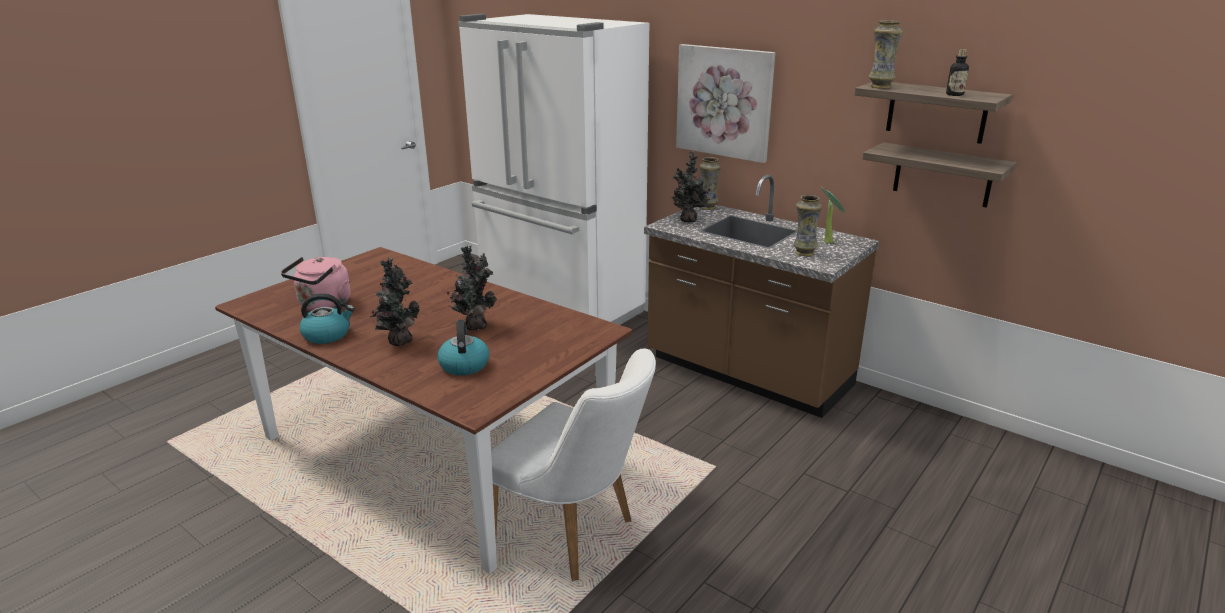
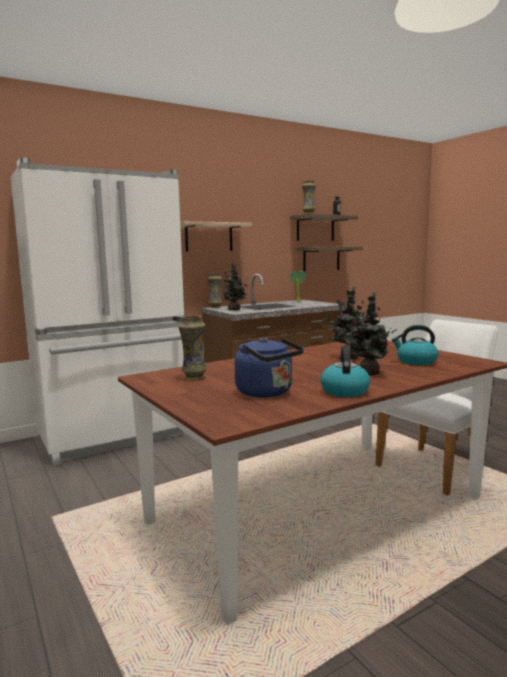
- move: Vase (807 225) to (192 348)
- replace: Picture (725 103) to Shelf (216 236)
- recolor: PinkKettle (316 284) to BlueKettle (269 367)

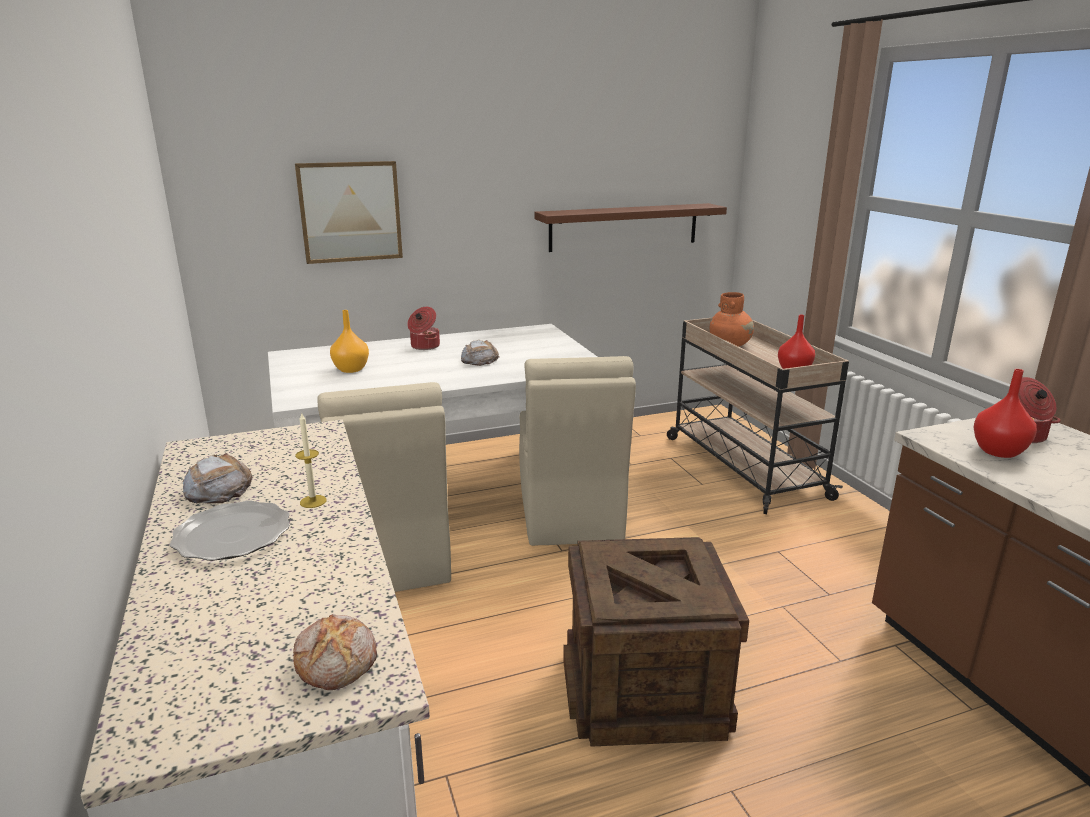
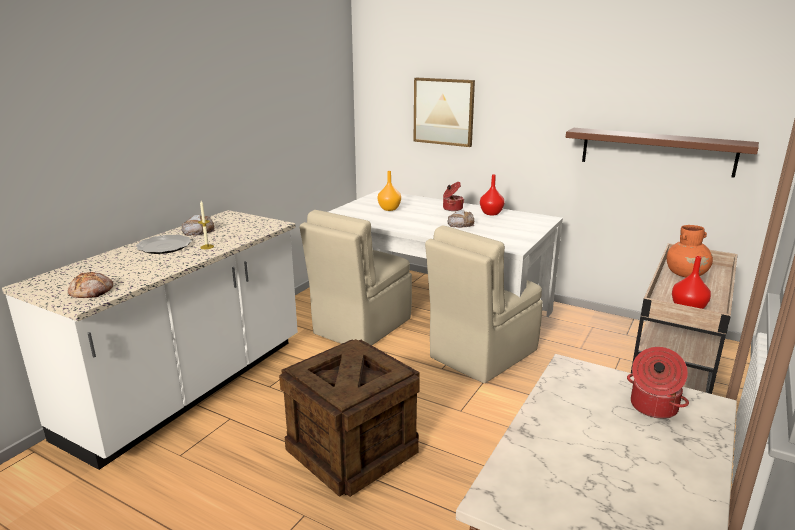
- move: RedVase (1005 413) to (492 194)

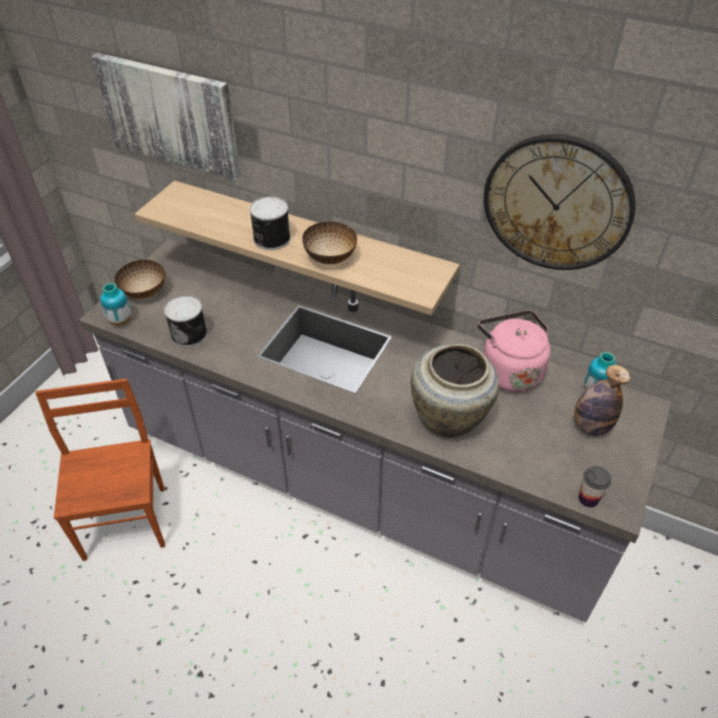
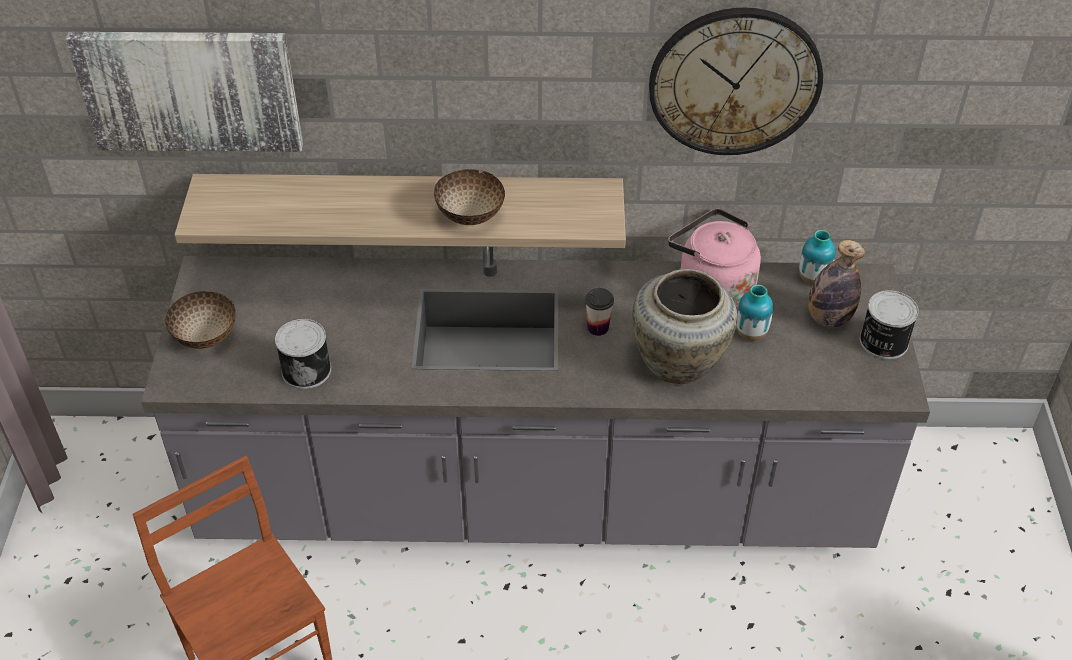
- move: Vase (115 304) to (754 312)
- move: Can (270 223) to (889 324)
- move: Cup (595 486) to (599 312)

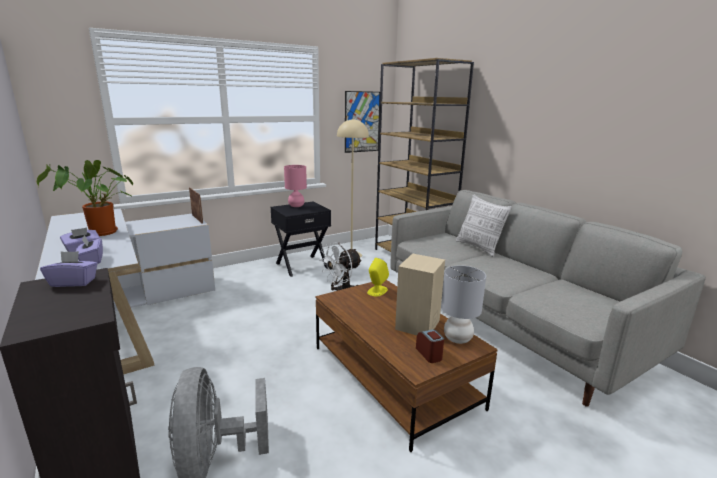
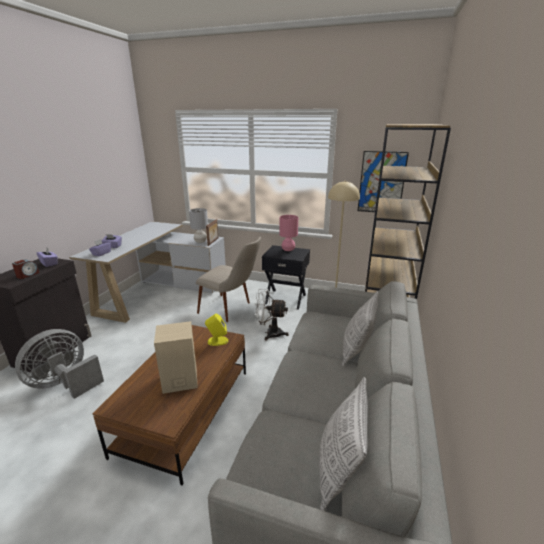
- delete: PottedPlant (86 198)
- insert: BeigeChair (228 279)
- insert: Pillow (343 444)
- move: AlarmClock (430 346) to (25 269)
- move: GreyTableLamp (463 305) to (198 225)

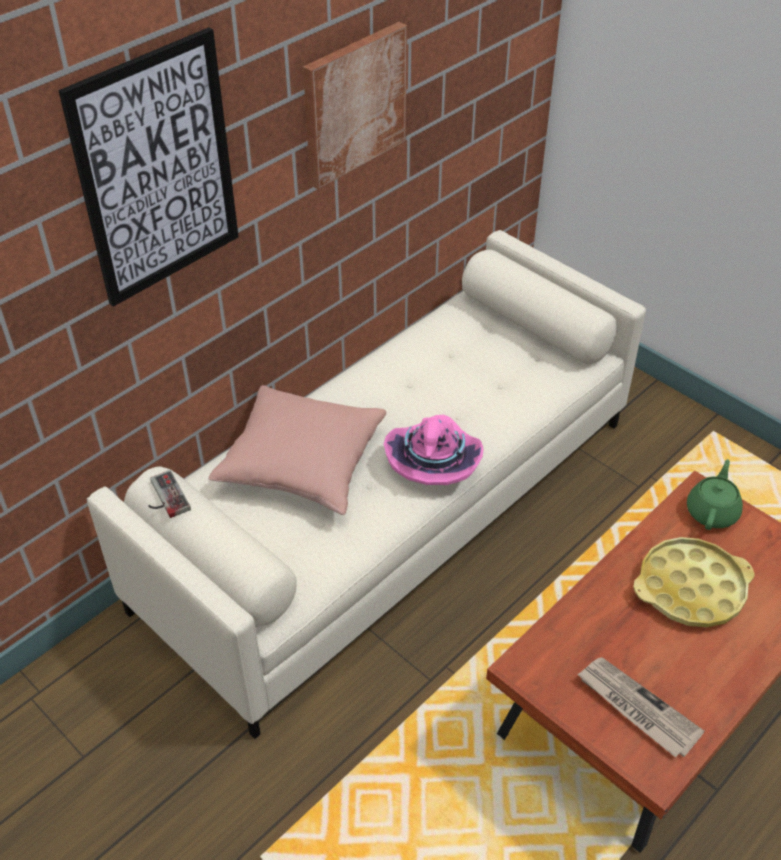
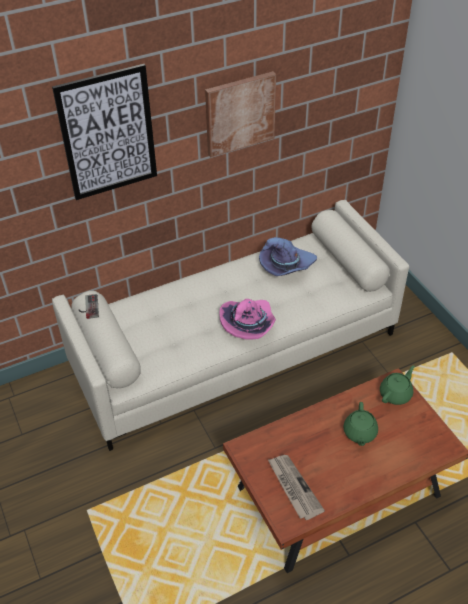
- delete: PinkPillow (297 450)
- insert: PurpleHat (288 256)
- replace: YellowTray (694 582) to GreenTeapot (360 424)

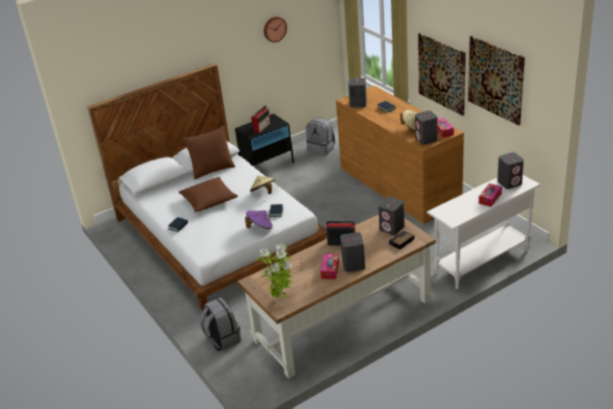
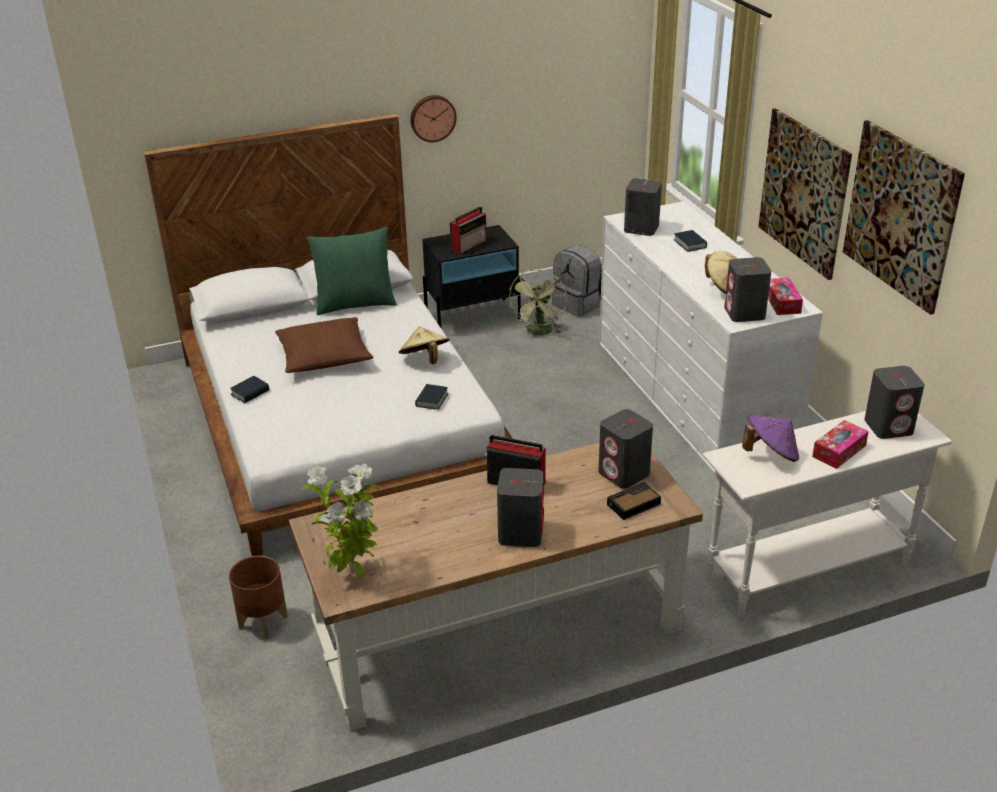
- delete: TissueBox (329 266)
- insert: GreenFan (538 302)
- move: PurpleHat (259 220) to (770 438)
- move: WallClock (275 29) to (433 118)
- replace: GreyBackpack (220 324) to BrownPlanter (258 597)
- recolor: BrownPillow (209 153) to GreenPillow (352 271)
- recolor: BrownDresser (400 155) to WhiteDresser (711 337)

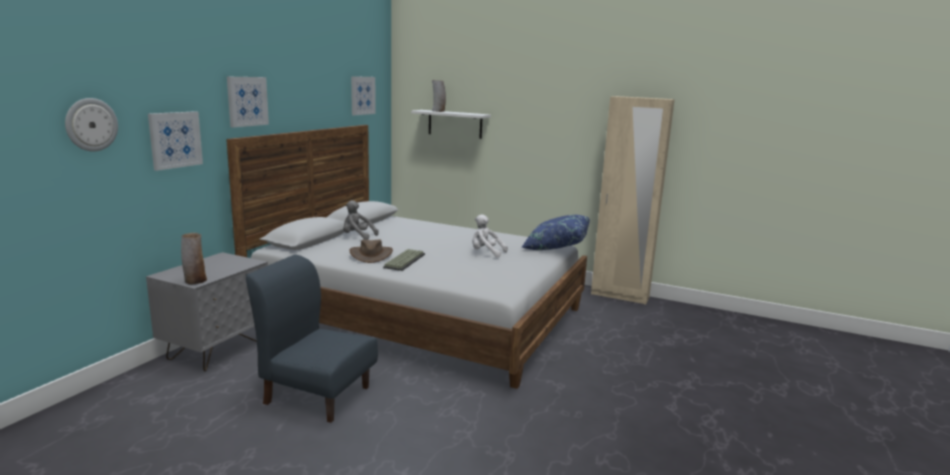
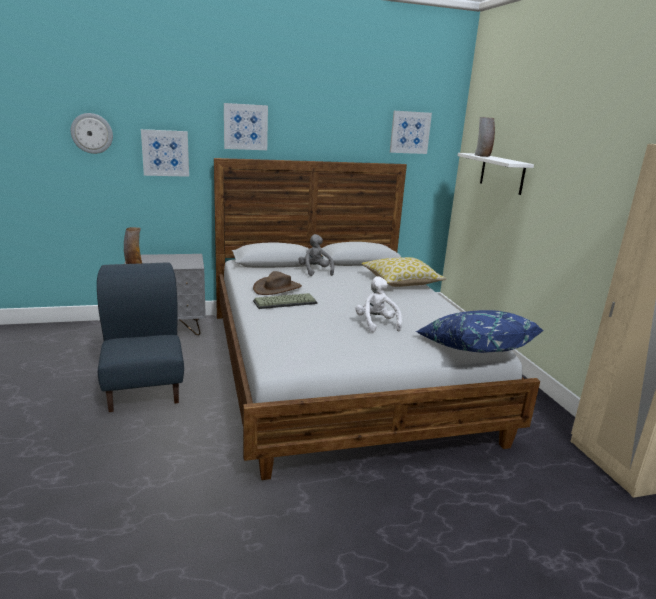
- insert: Pillow (403 272)

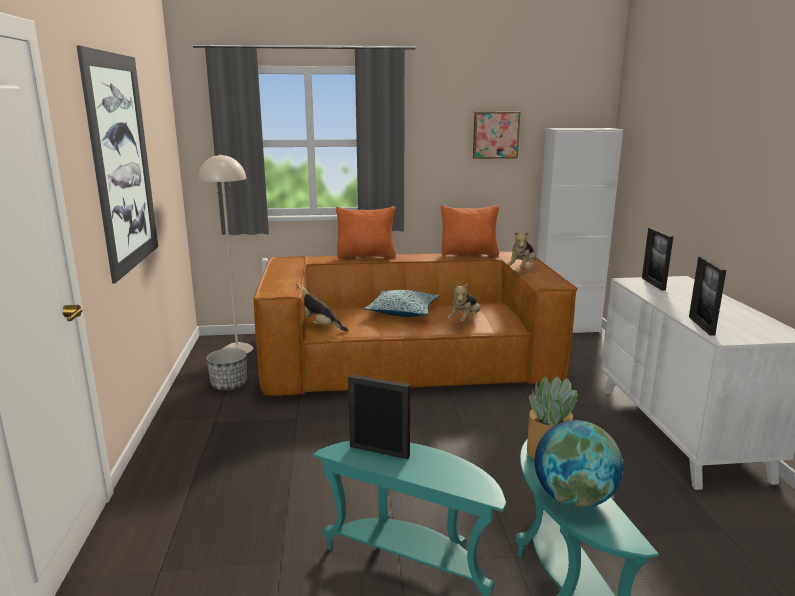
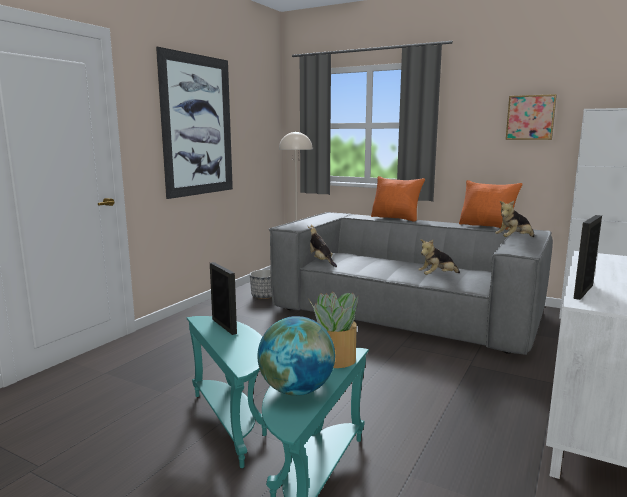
- delete: Pillow (402 303)
- delete: PictureFrame (657 259)
- recolor: BrownSofa (415 324) to GreySofa (411 283)

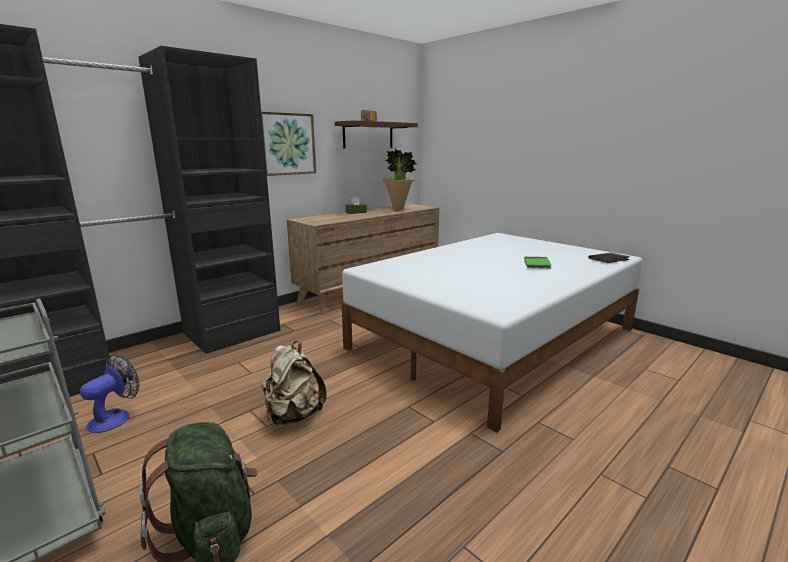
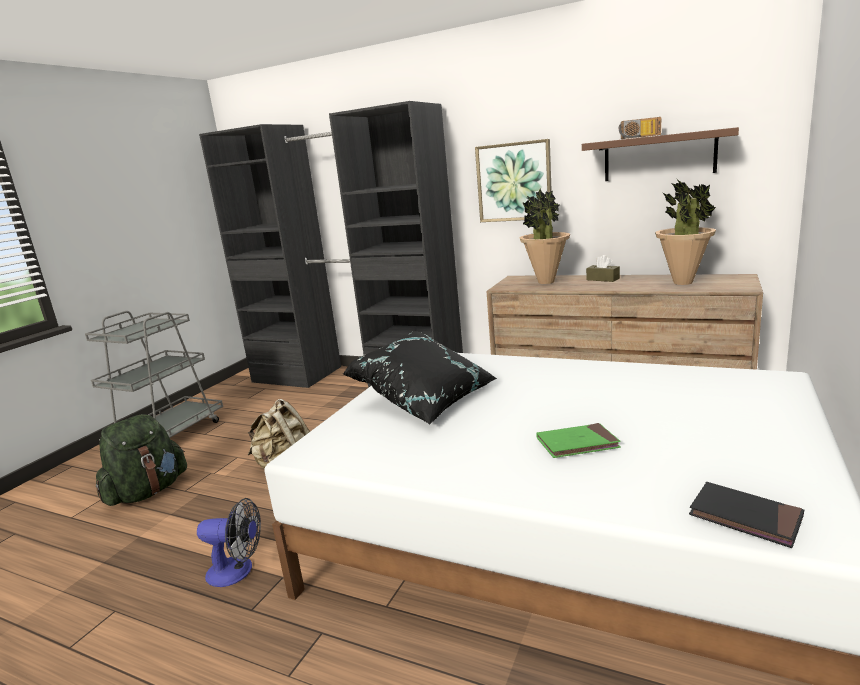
- insert: BlackPillow (420 378)
- insert: PottedPlant (544 236)
- move: Fan (109 394) to (229 542)

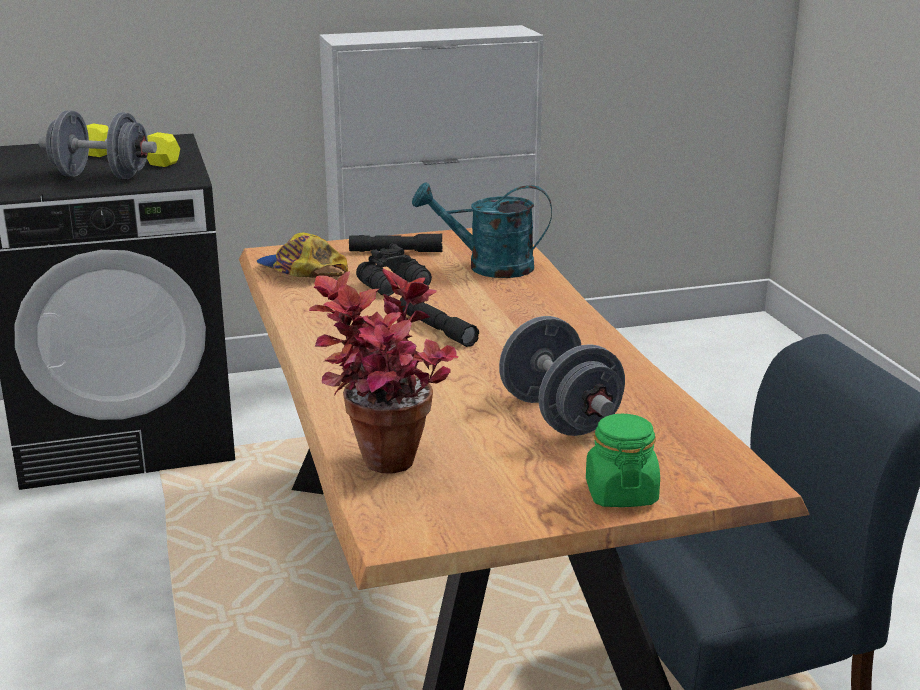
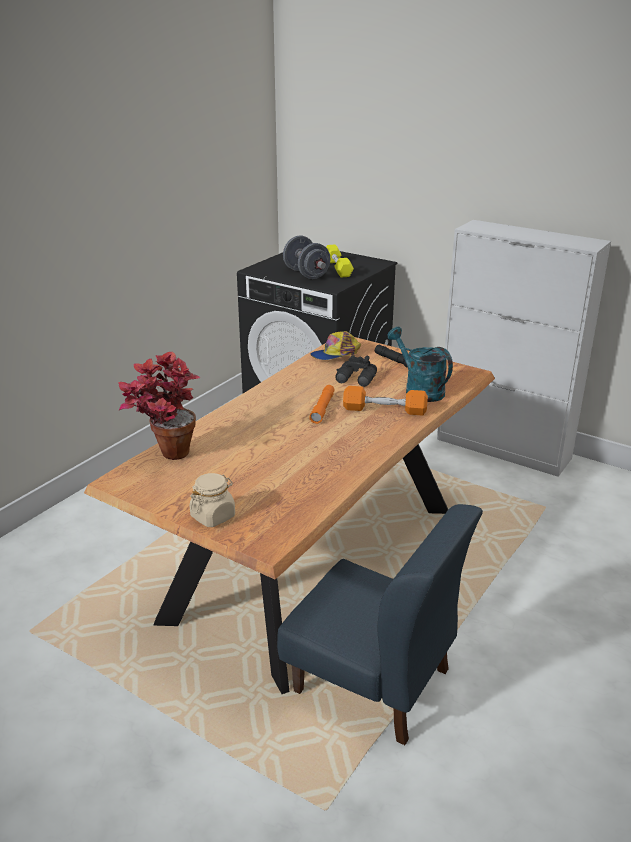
- delete: GreyDumbbell (562 376)
- insert: OrangeDumbbell (385 401)
- recolor: BlackFlashlight (439 322) to OrangeFlashlight (321 404)
- recolor: GreenJar (623 460) to BeigeJar (212 500)
- rotate: Cap (302 255) = (336 345) 120 degrees counterclockwise

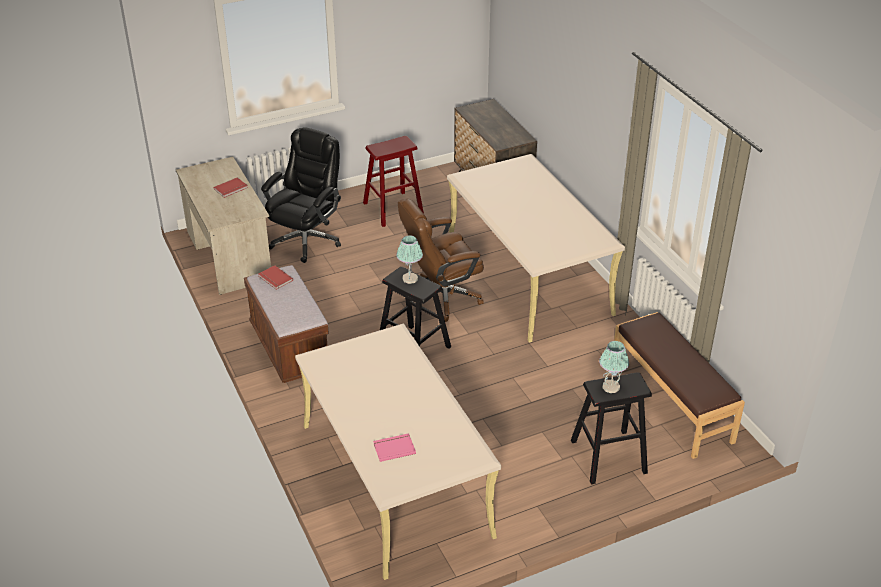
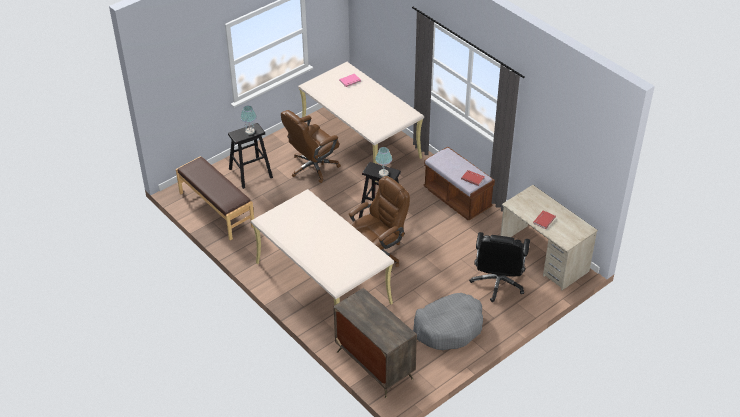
- insert: BrownOfficeChair (311 146)
- replace: RedStool (393 181) to GreyDogBed (448 321)

